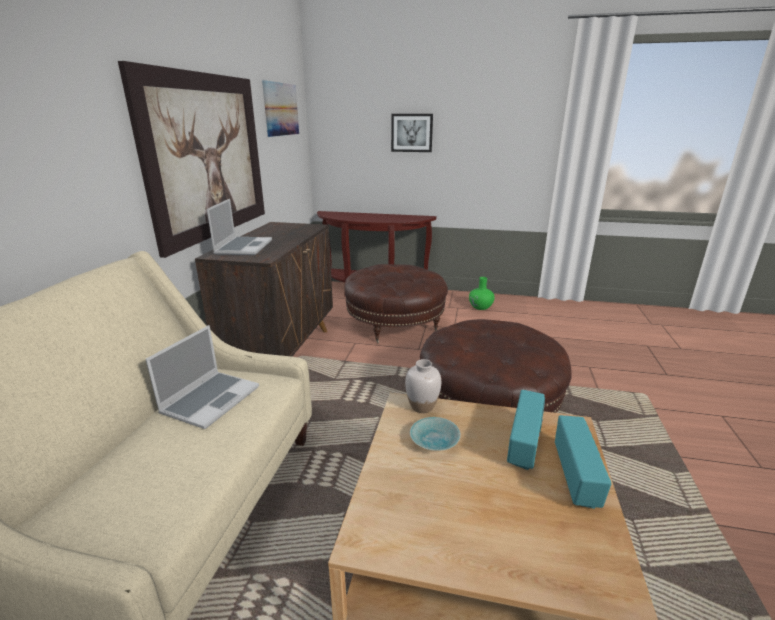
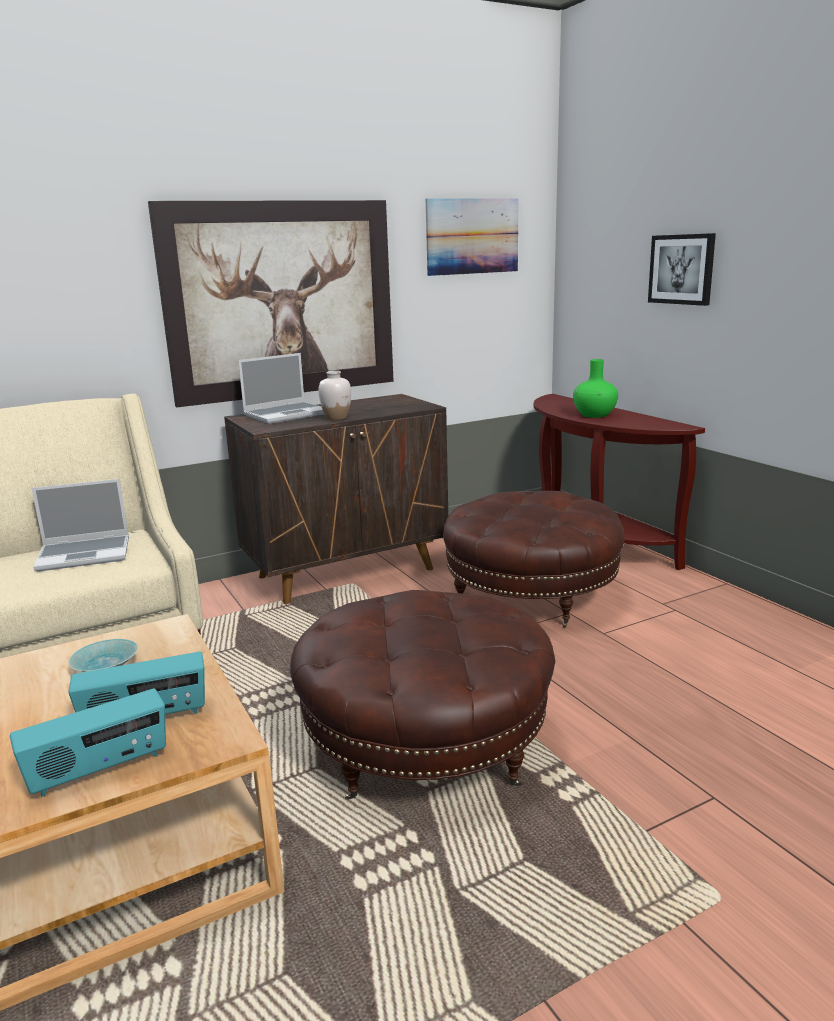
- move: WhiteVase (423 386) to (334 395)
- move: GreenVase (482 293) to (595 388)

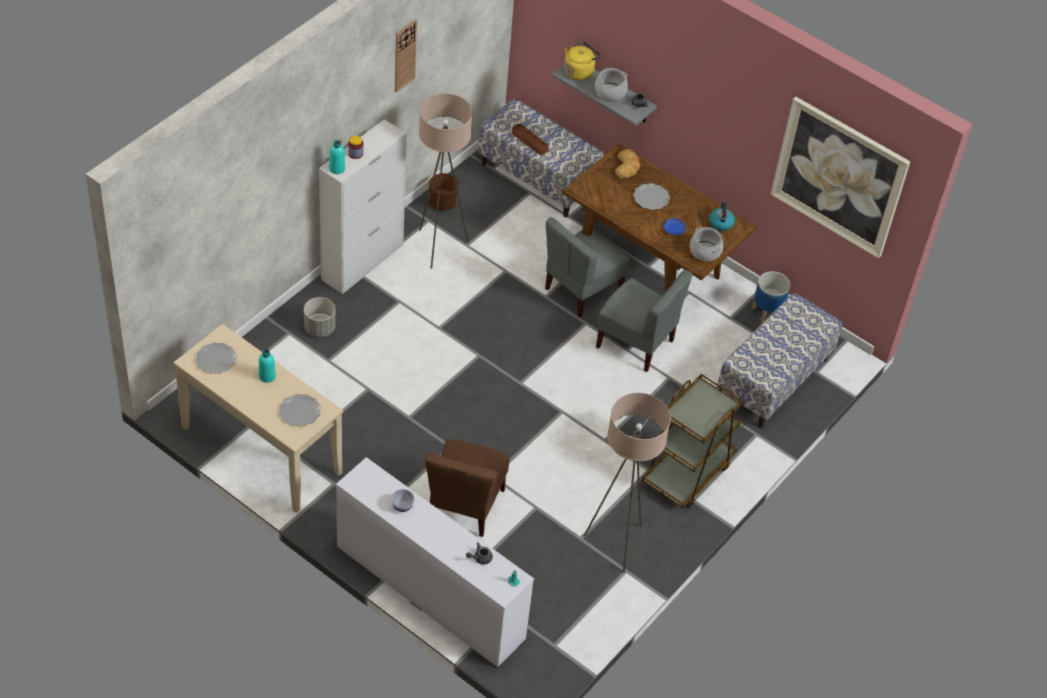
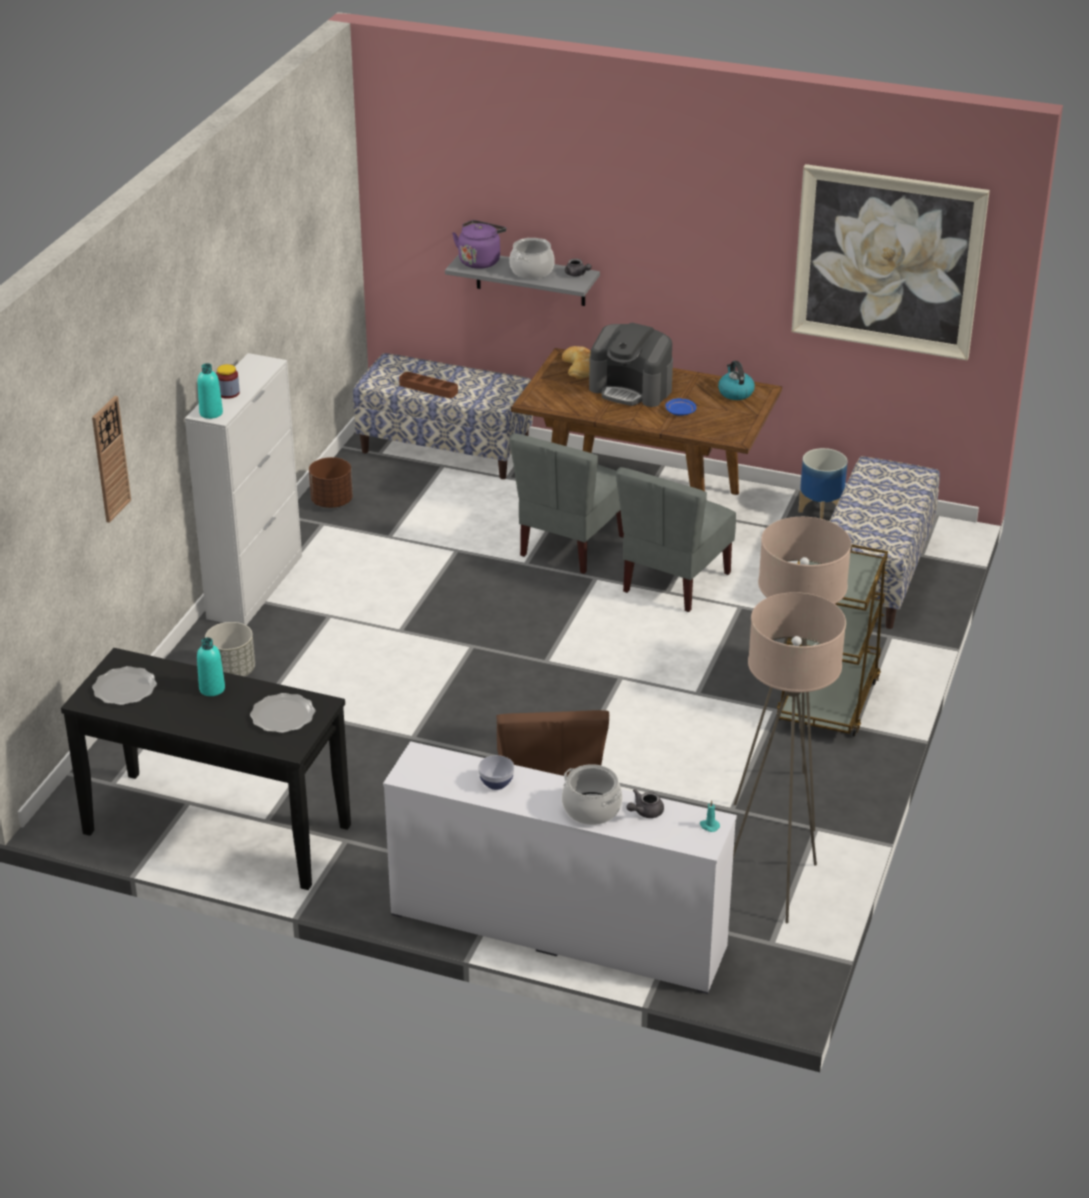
- move: WallClock (406 56) to (111 459)
- move: BeigeFloorLamp (445 181) to (789 757)
- move: CookingPot (706 244) to (592 794)
- replace: Plate (651 196) to CoffeeMachine (631 365)
- recolor: BeigeConsoleTable (258 418) to BlackConsoleTable (206 769)
- recolor: YellowKettle (583 61) to PurpleKettle (479 244)
- rotate: GreyChair (644 321) = (676 539) 105 degrees clockwise

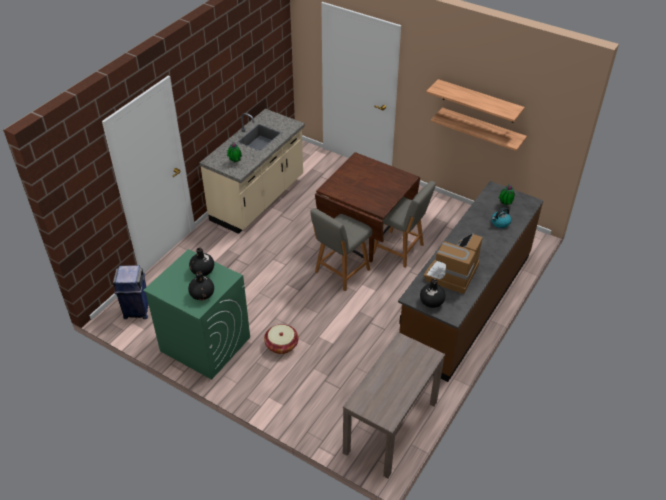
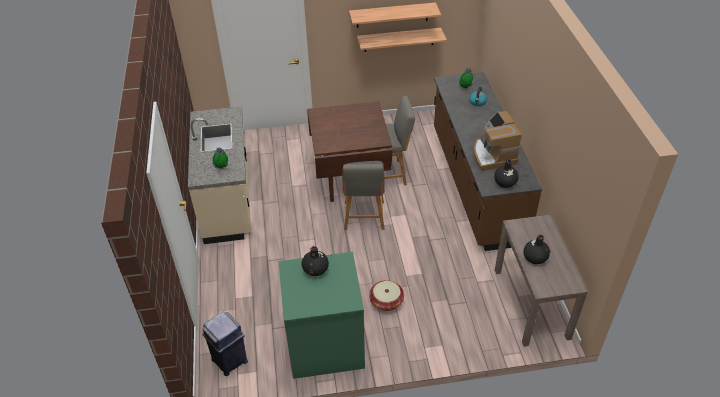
- move: BlackVase (201 285) to (537 249)

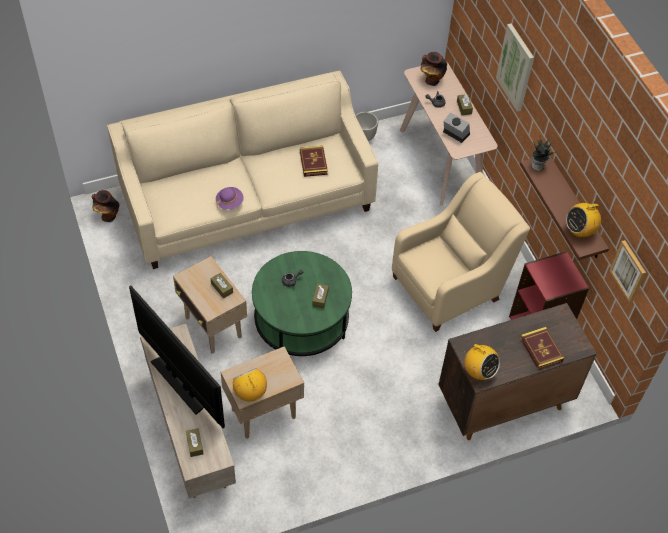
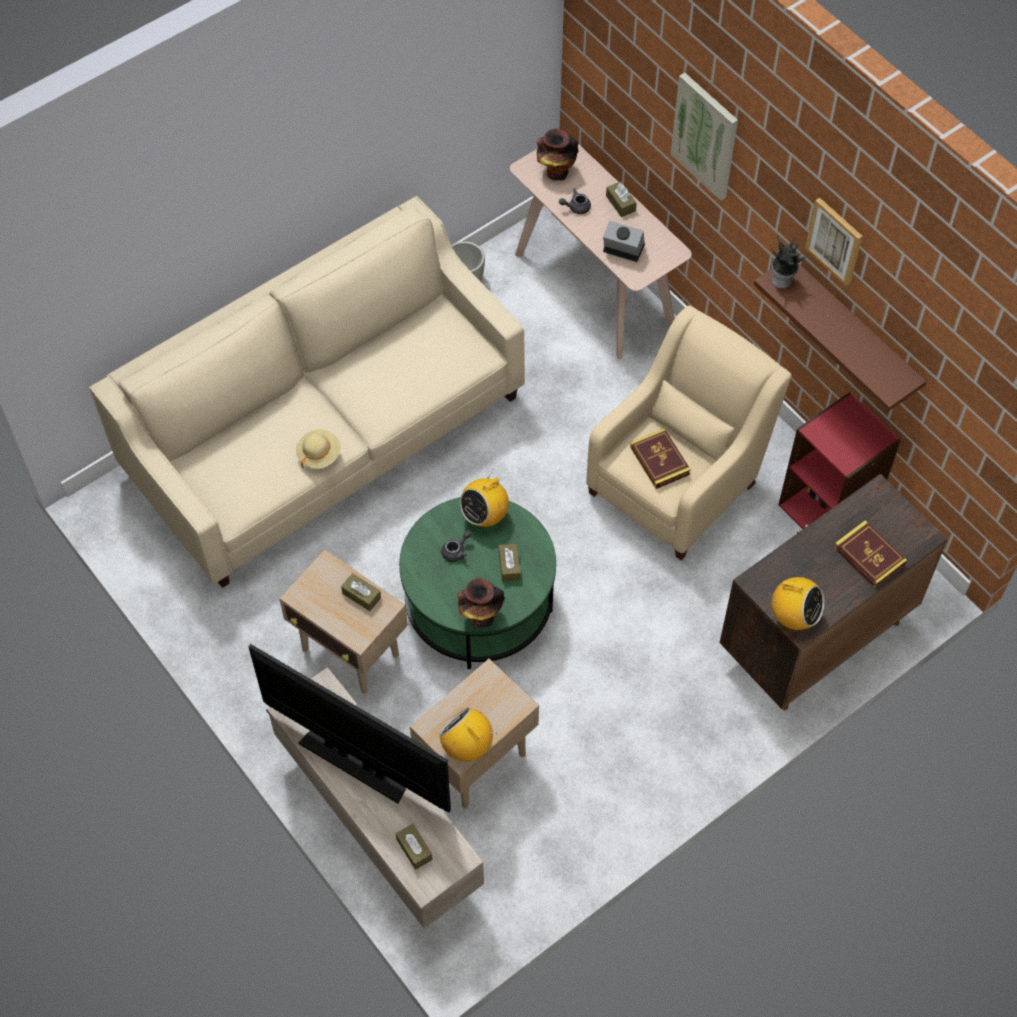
- move: Vase (105 206) to (481 603)
- move: Book (314 161) to (660 458)
- move: Radio (583 218) to (484 500)
- move: Picture (628 271) to (834 242)
- recolor: PurpleHat (230 198) to BeigeHat (318 449)

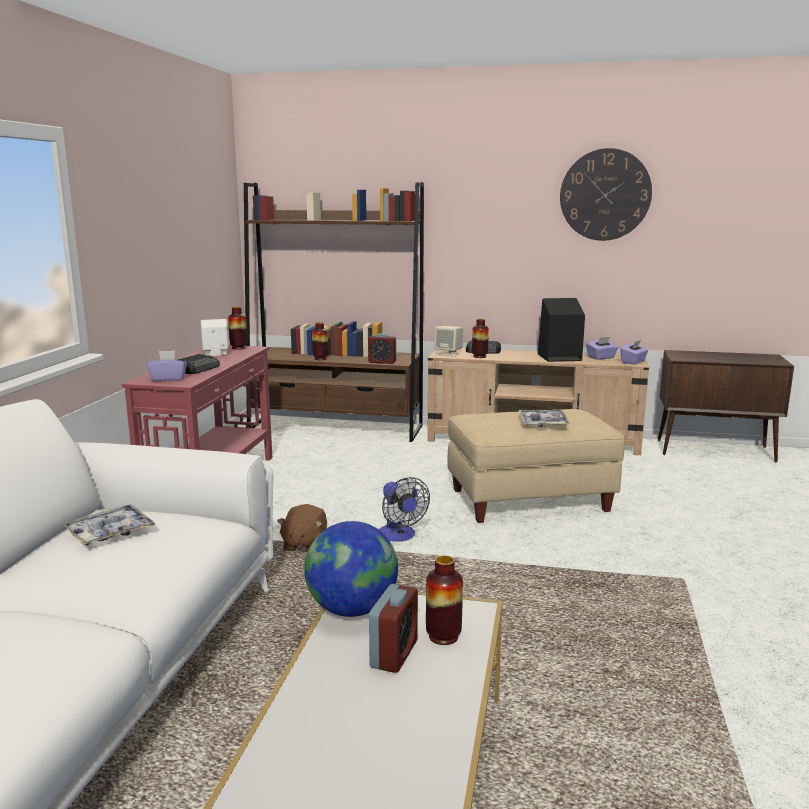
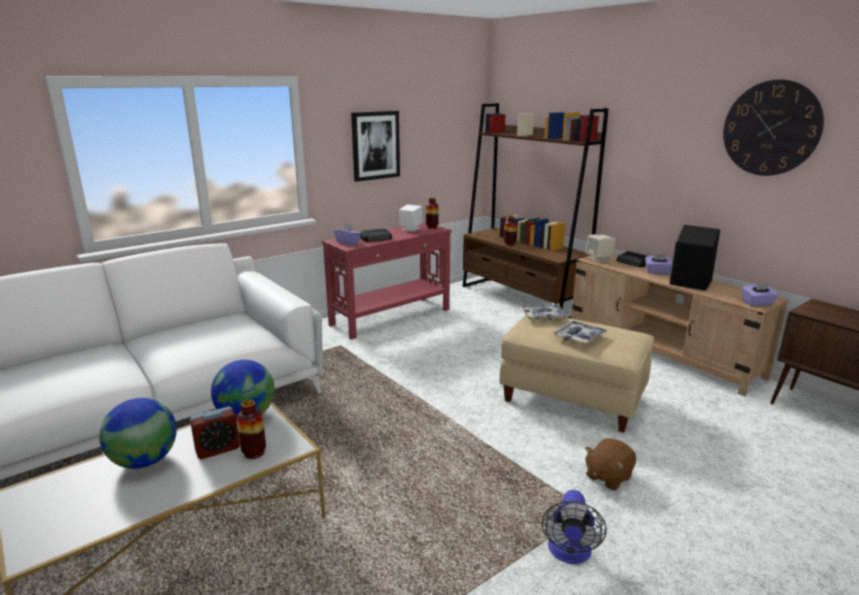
- delete: AlarmClock (382 348)
- delete: Vase (480 338)
- insert: Globe (138 433)
- insert: Picture (375 146)
- move: Tray (109 524) to (544 312)
- move: BrownPlushToy (302 528) to (610 464)
- move: Fan (404 509) to (574 527)
- move: PurpleTissueBox (602 348) to (659 264)

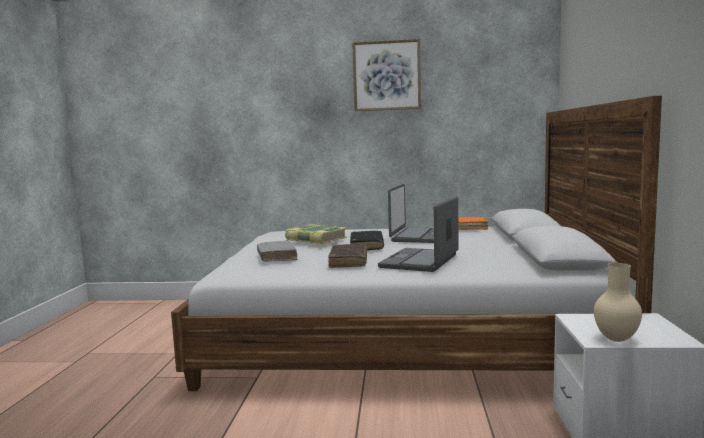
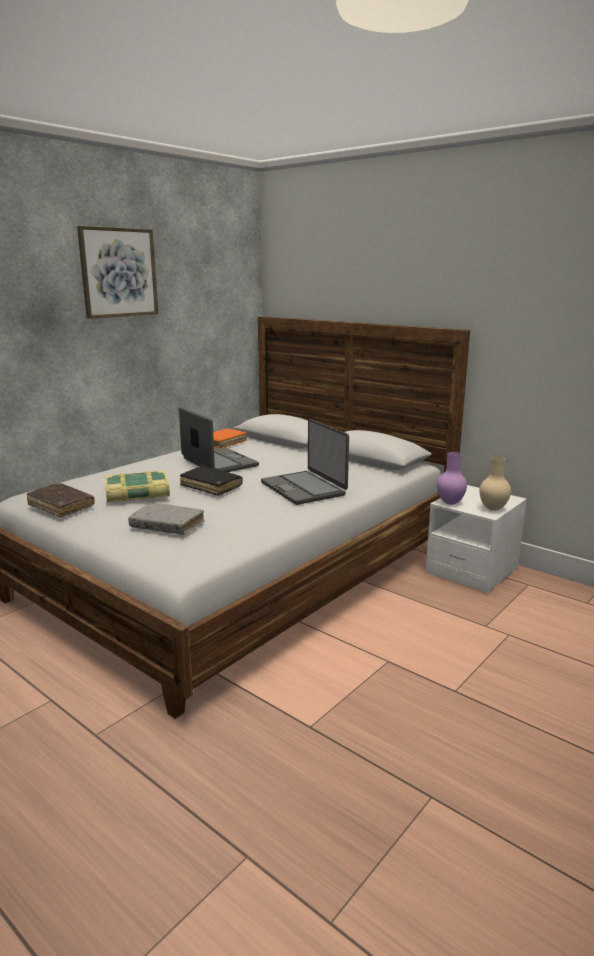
- insert: PurpleVase (452 478)
- move: BrownBook (347 256) to (61 500)

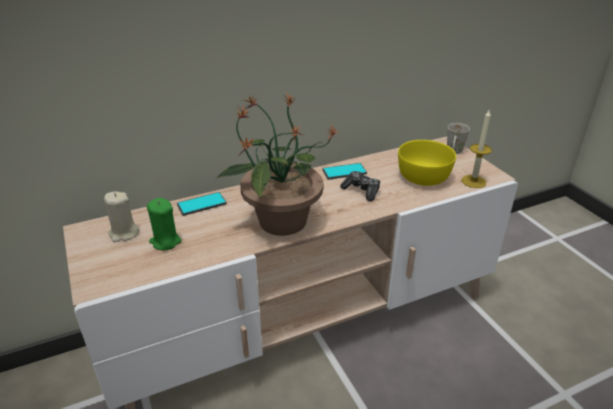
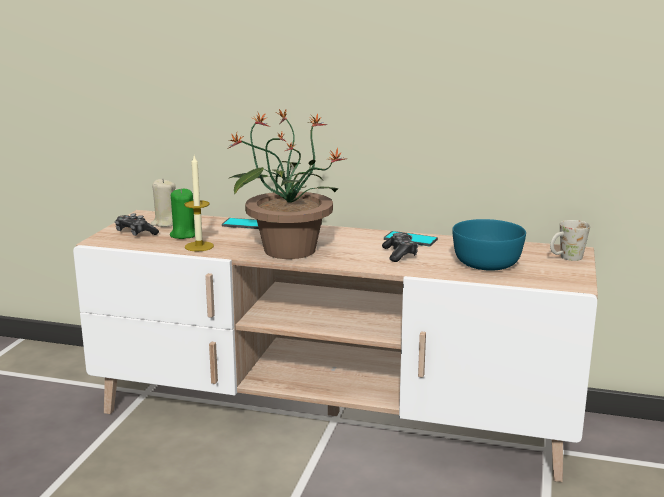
- insert: GameController (137 224)
- move: Candle (477 149) to (199 203)
- recolor: YellowBowl (427 163) to TurquoiseBowl (489 245)

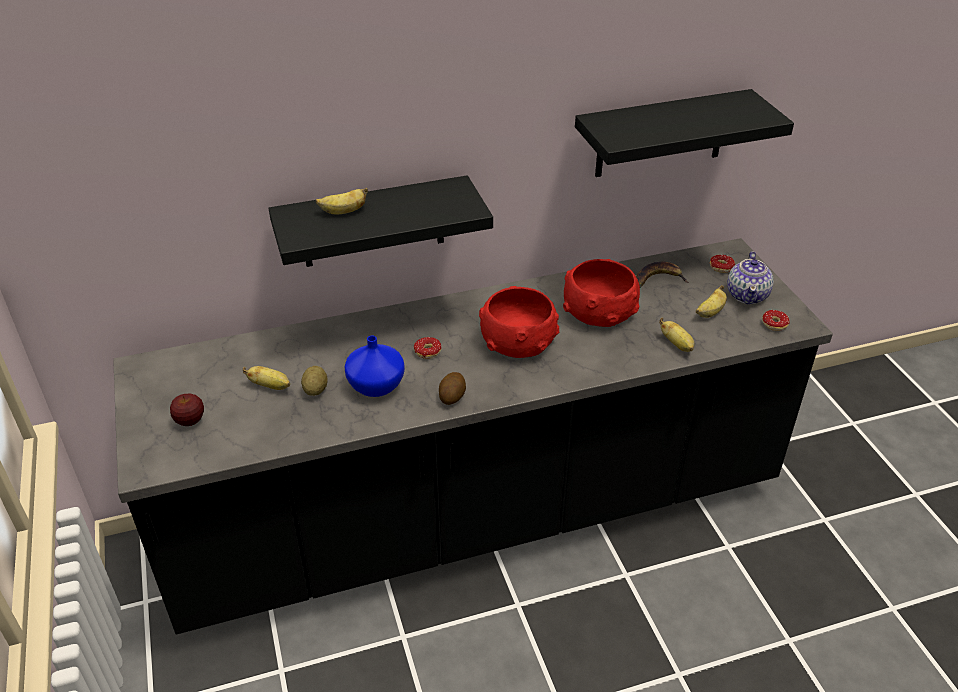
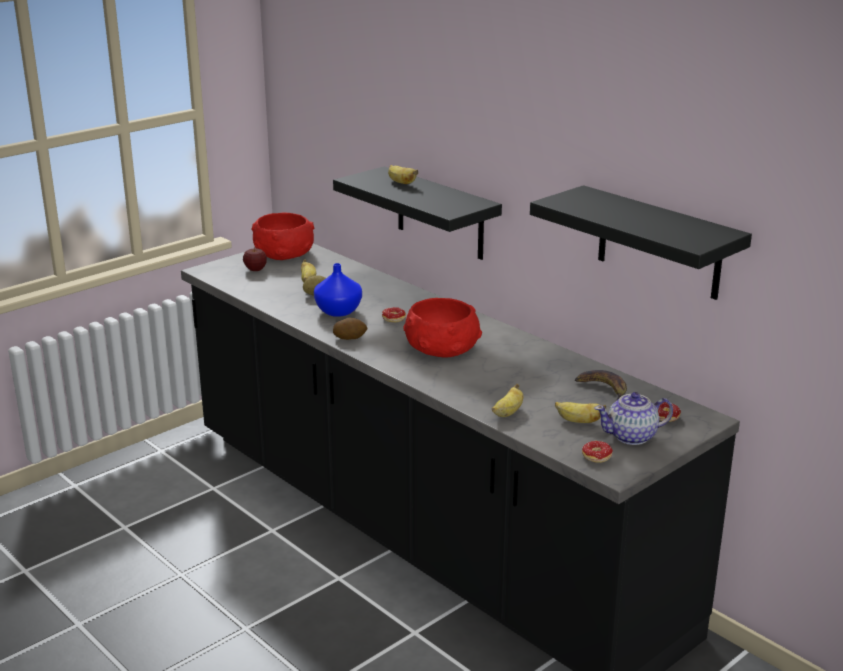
- move: RedBowl (601 293) to (282 236)

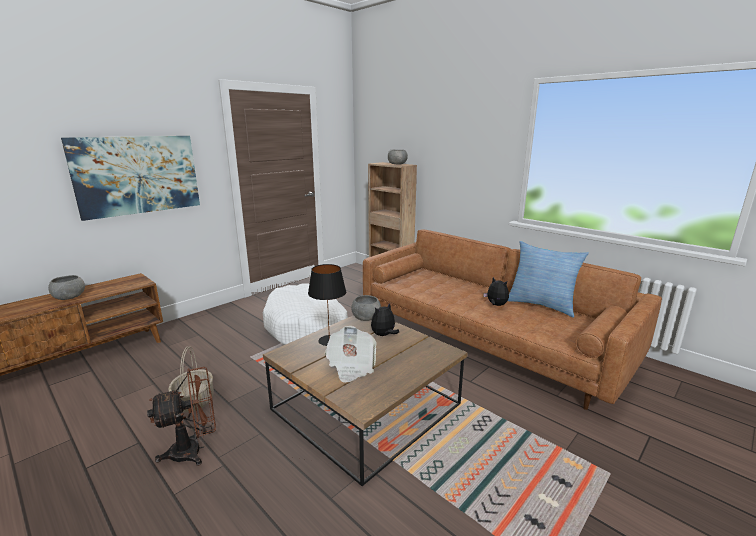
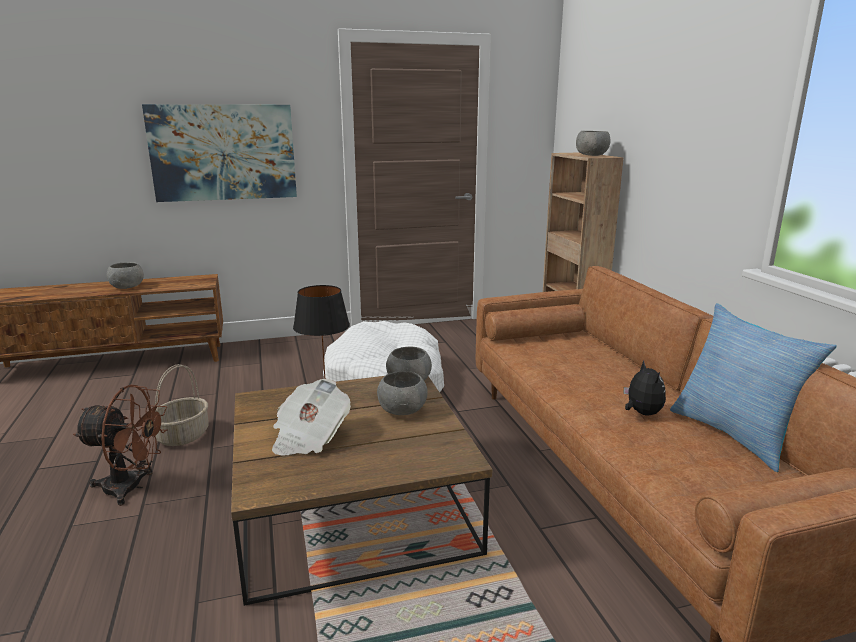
- replace: PlushToy (385 319) to GreyBowl (402 393)

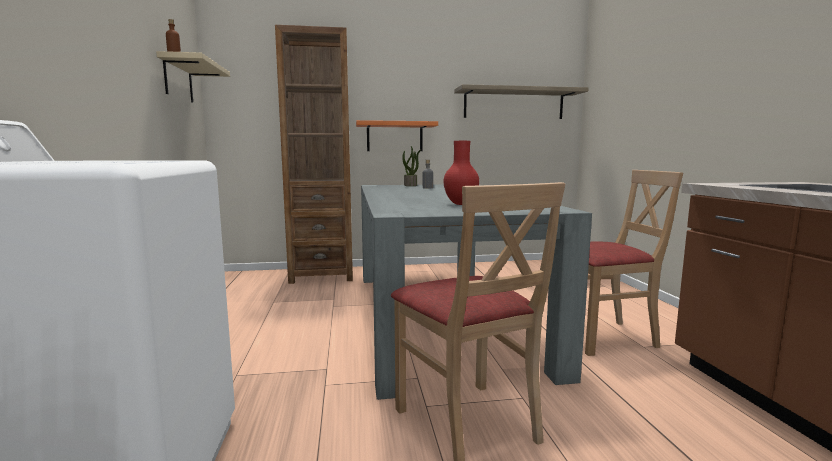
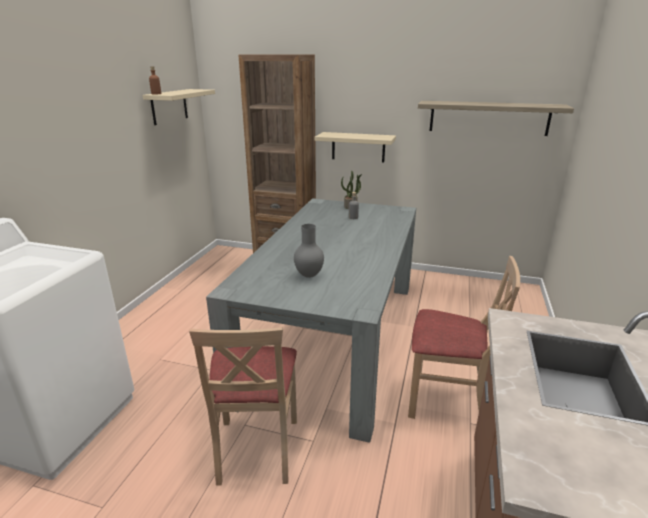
- recolor: OrangeShelf (397 135) to BeigeShelf (355 147)
- recolor: RedVase (461 173) to GreyVase (309 251)

